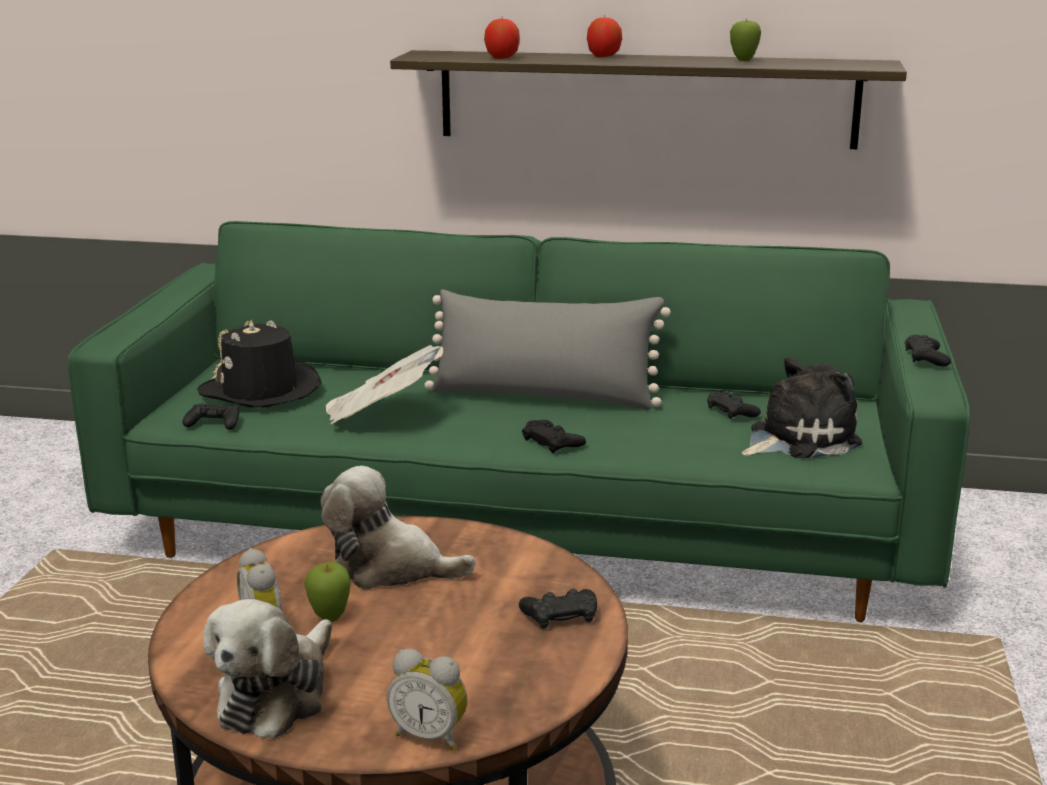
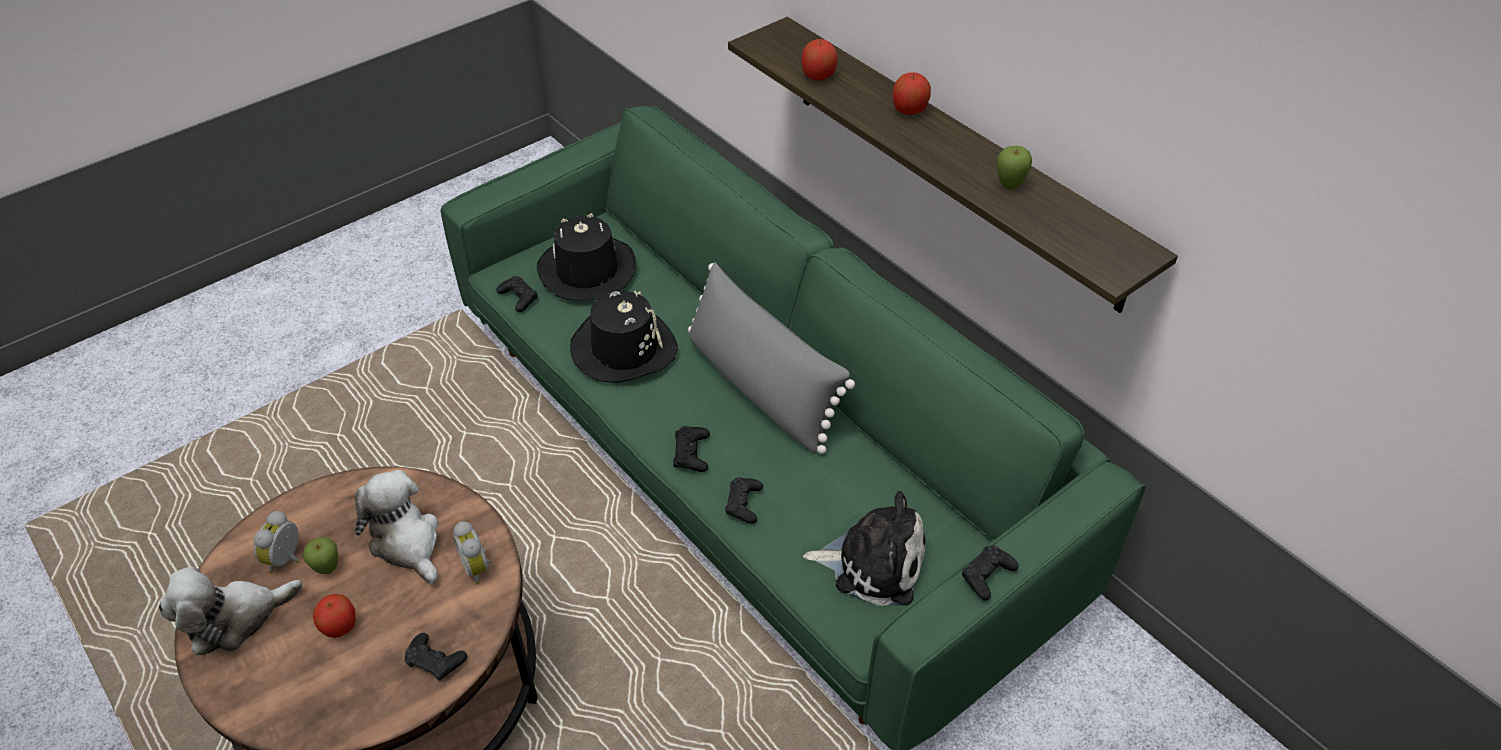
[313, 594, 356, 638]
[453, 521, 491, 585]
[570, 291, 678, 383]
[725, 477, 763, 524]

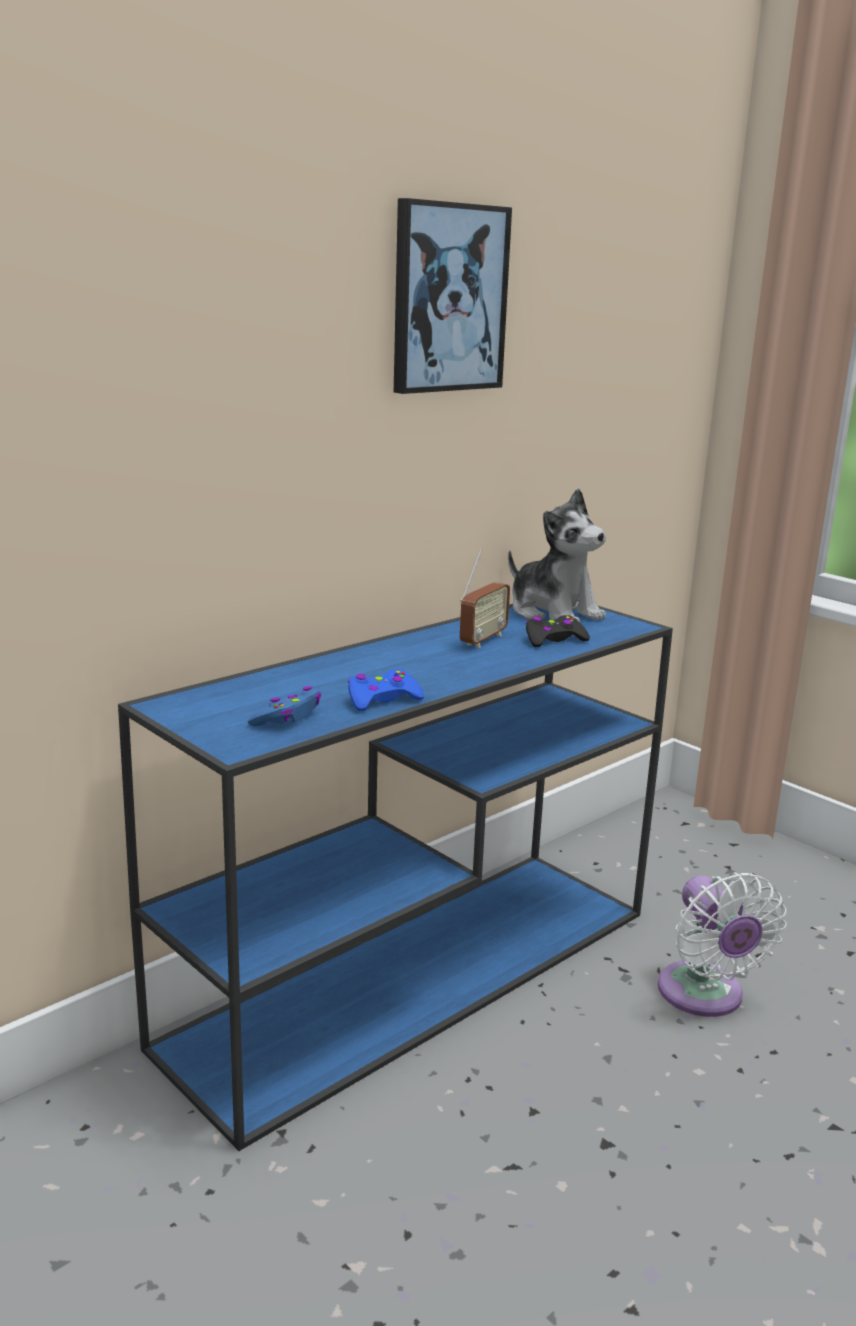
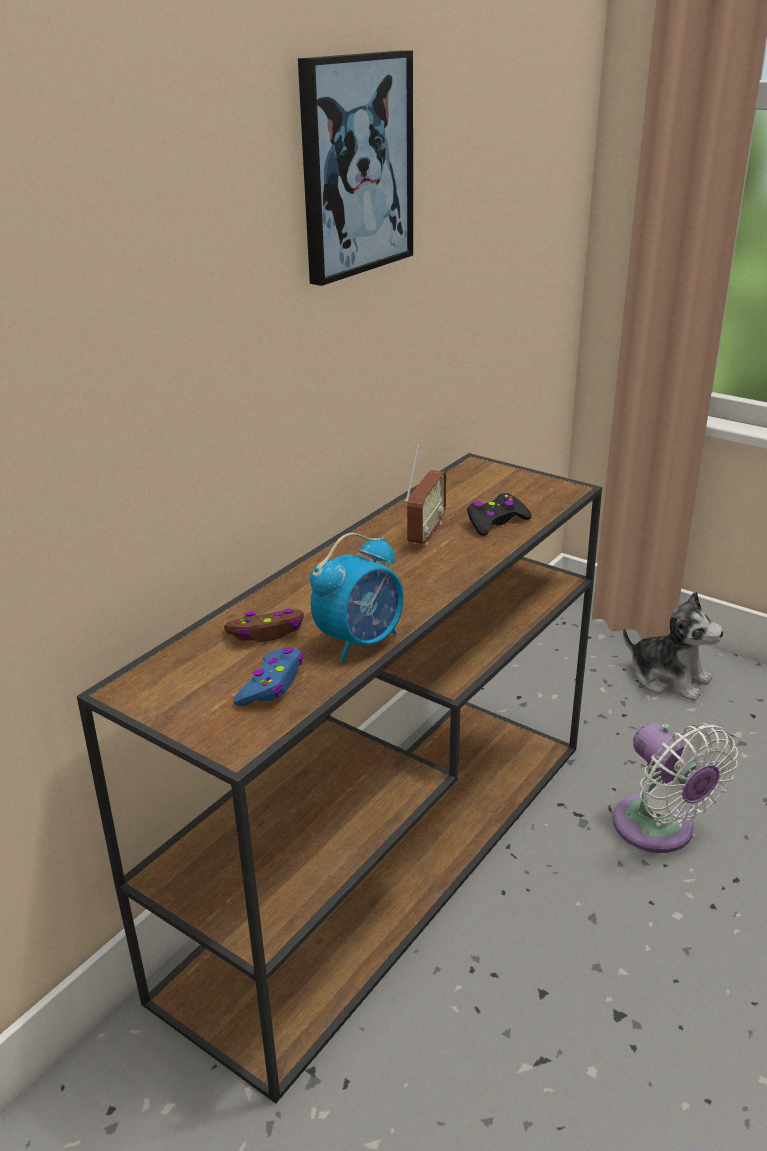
[77, 453, 602, 1104]
[224, 609, 304, 642]
[310, 533, 404, 662]
[623, 591, 724, 701]

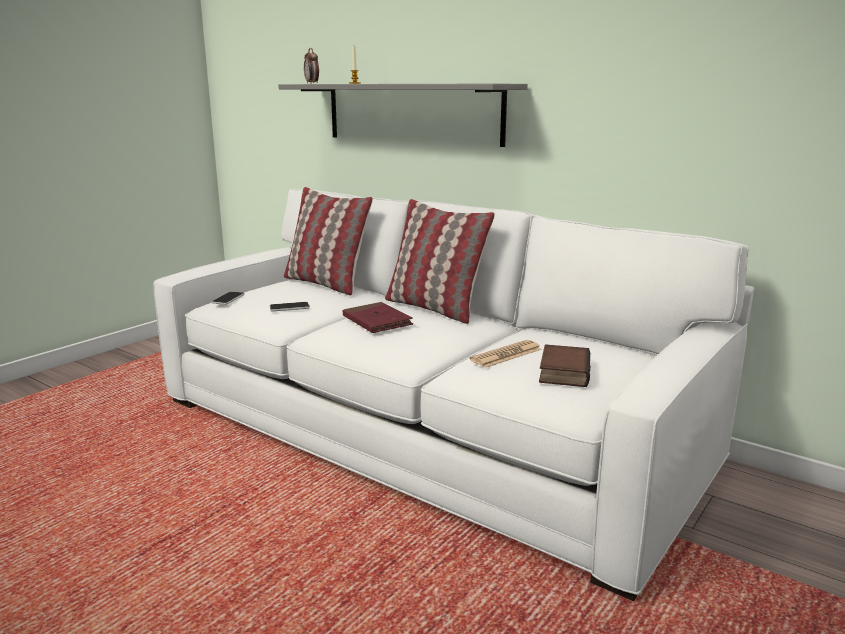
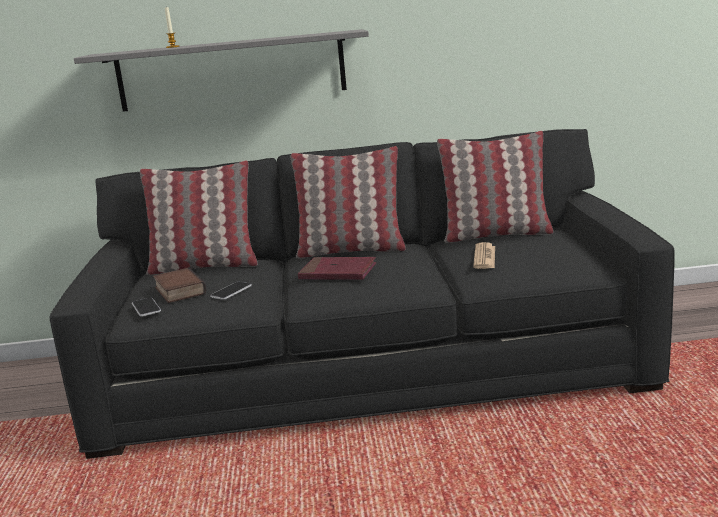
[50, 129, 675, 459]
[153, 268, 207, 303]
[437, 131, 553, 243]
[304, 48, 319, 83] (first image)

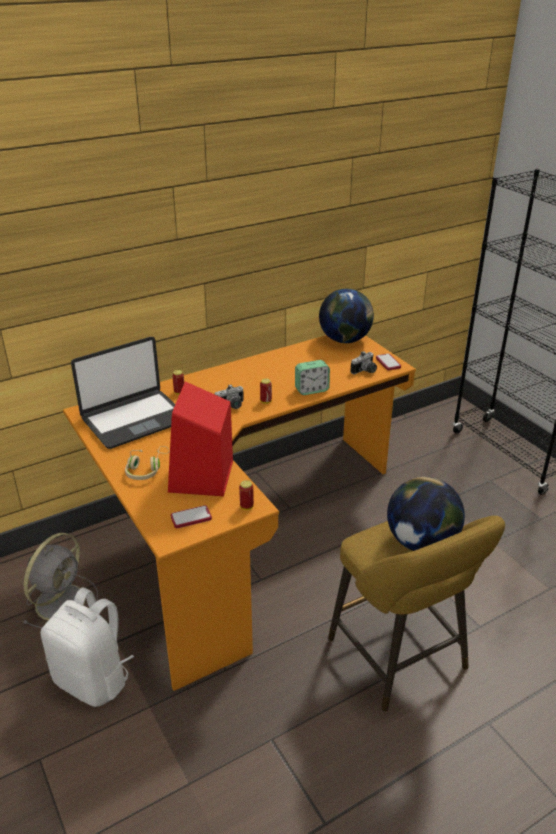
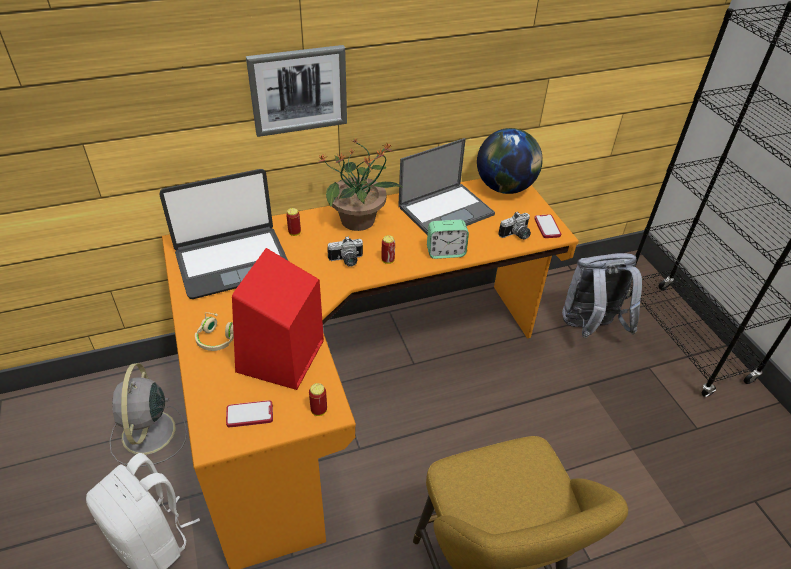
[110, 363, 187, 467]
[246, 45, 347, 137]
[317, 137, 403, 231]
[398, 138, 495, 235]
[562, 253, 642, 339]
[387, 477, 465, 551] (first image)

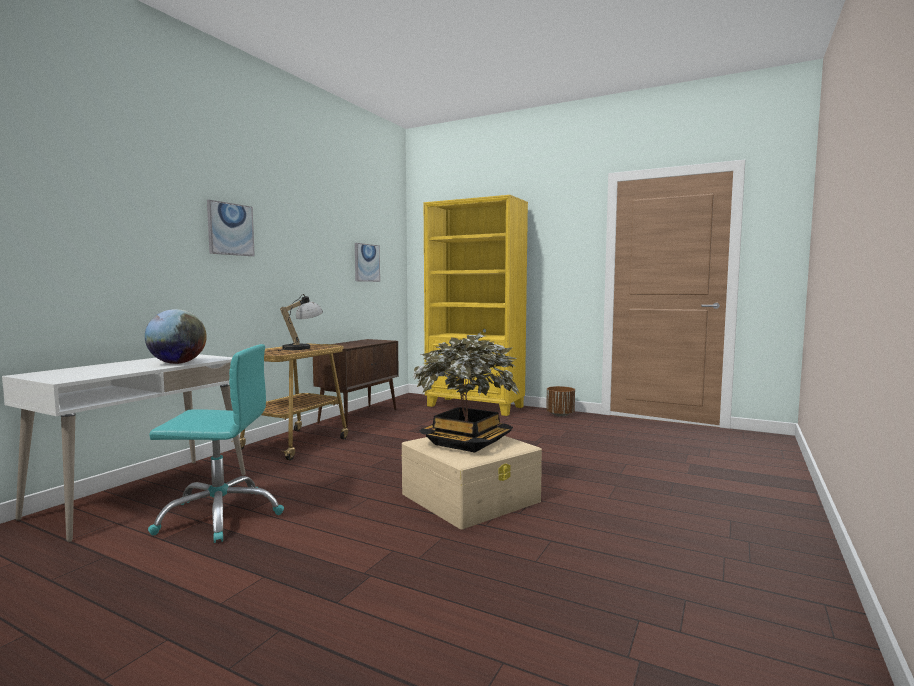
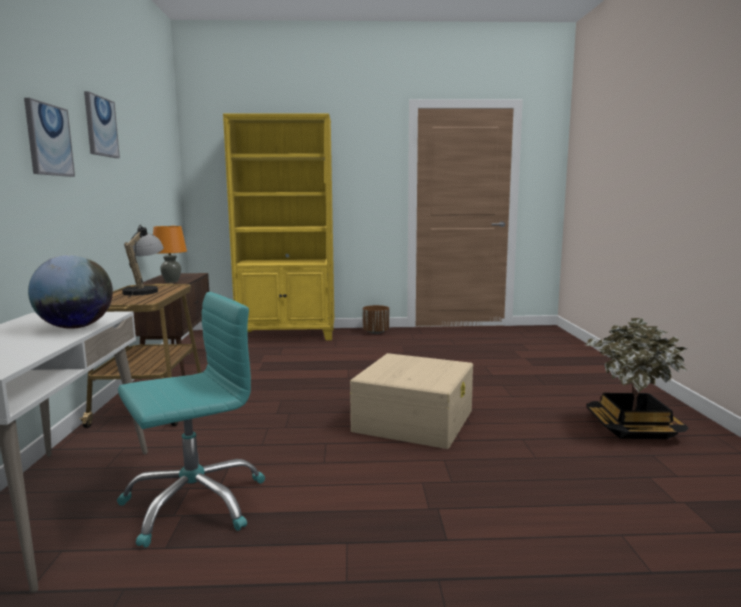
[84, 91, 120, 158]
[153, 226, 187, 283]
[585, 318, 689, 439]

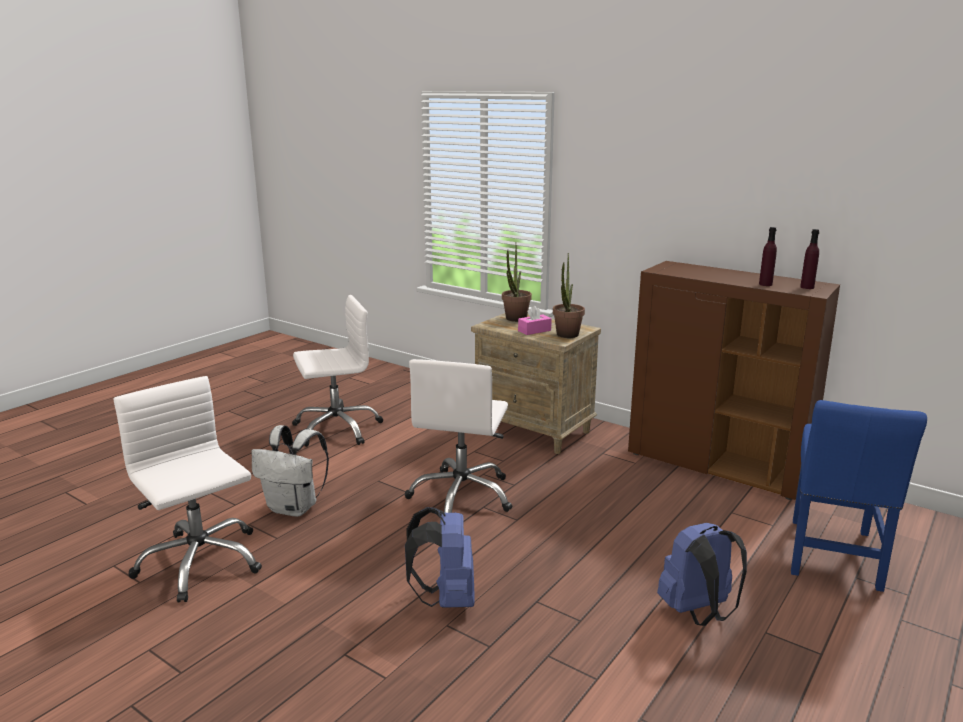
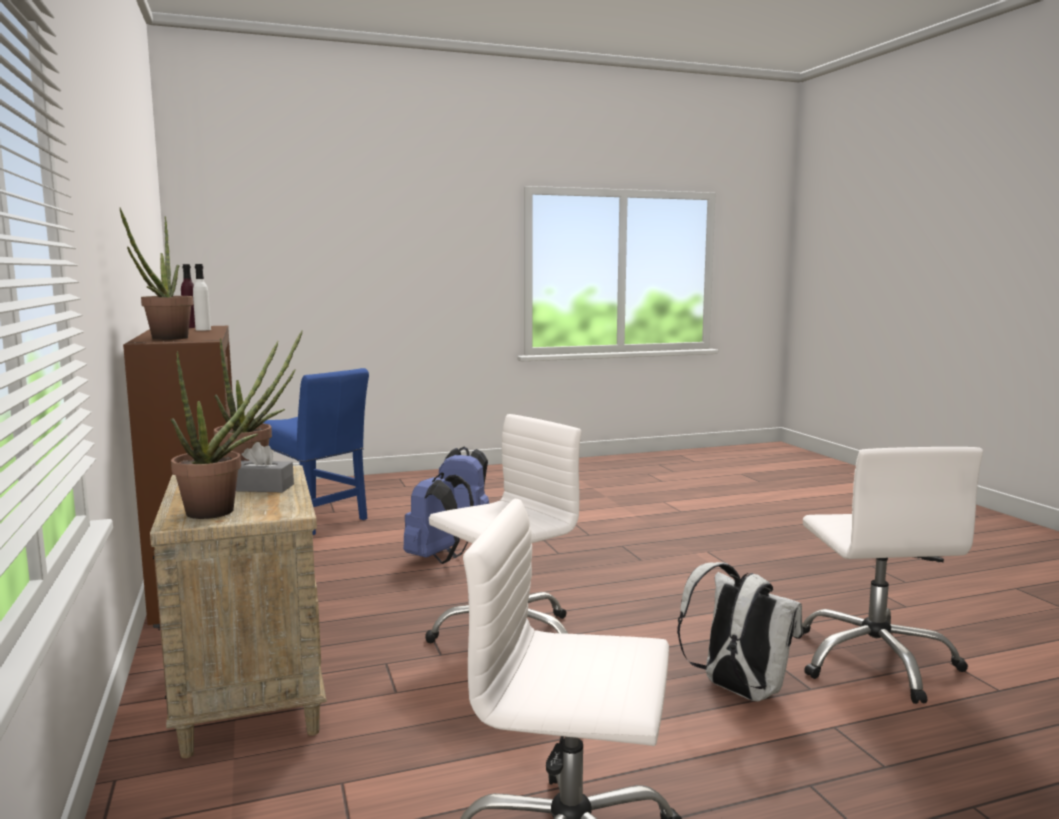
[120, 207, 193, 340]
[193, 264, 211, 331]
[236, 442, 294, 492]
[264, 368, 369, 535]
[403, 472, 474, 564]

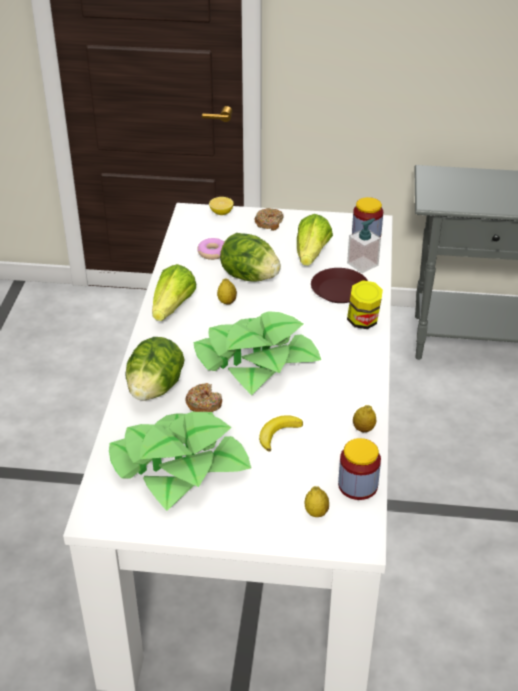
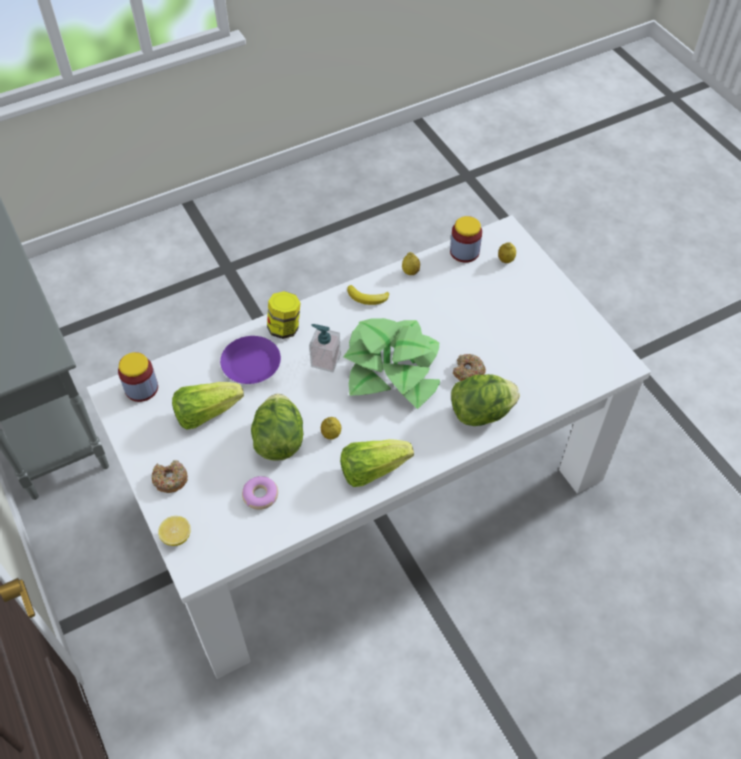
[220, 336, 281, 384]
[309, 324, 341, 372]
[347, 285, 389, 305]
[109, 411, 251, 511] (first image)

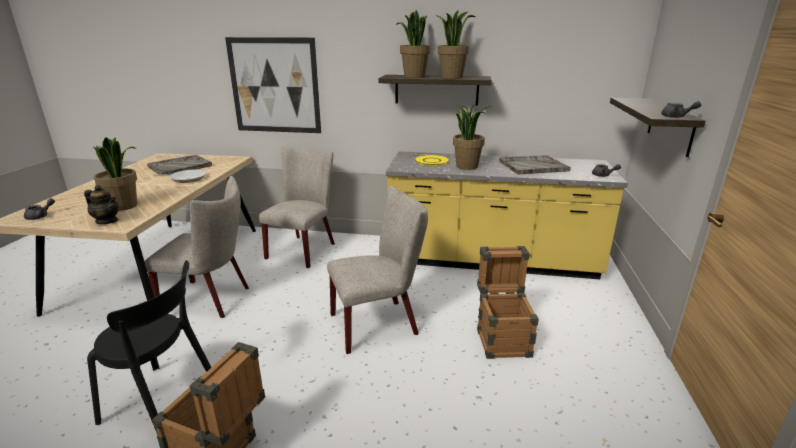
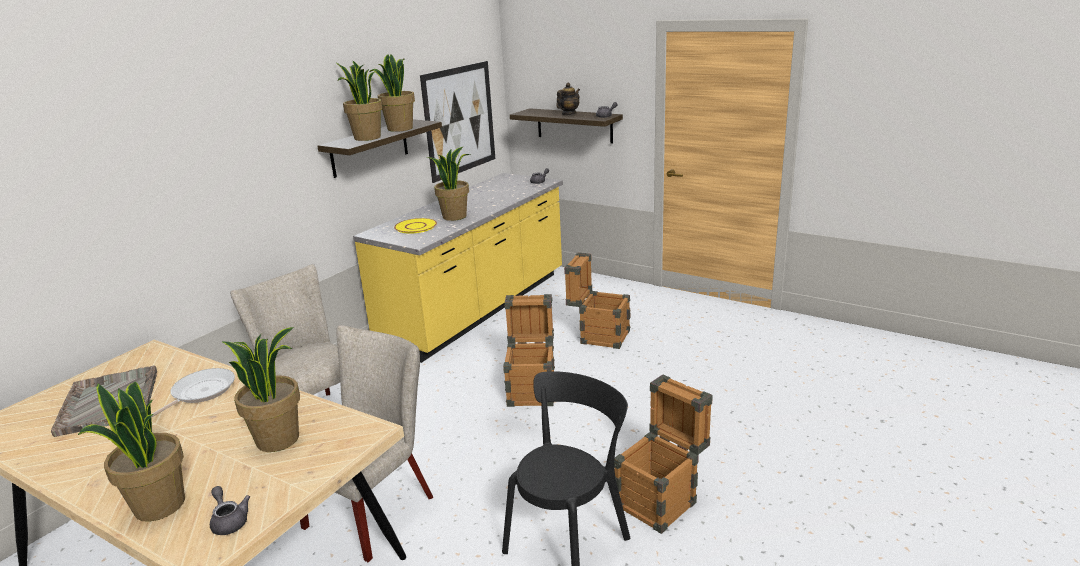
[78, 382, 185, 522]
[420, 61, 495, 183]
[503, 294, 555, 407]
[556, 83, 580, 115]
[499, 155, 571, 175] (first image)

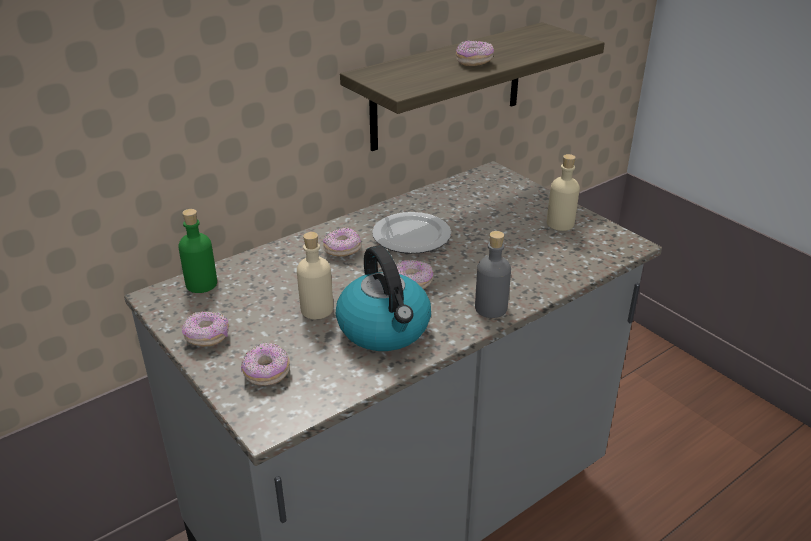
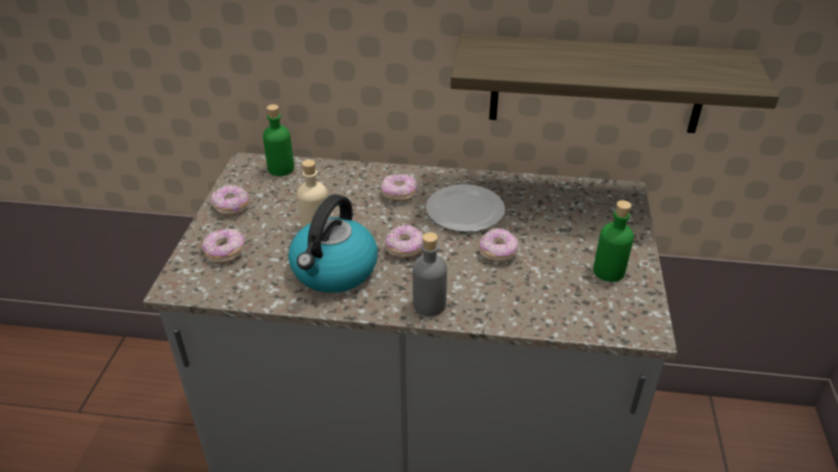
[479, 228, 519, 262]
[593, 200, 634, 282]

